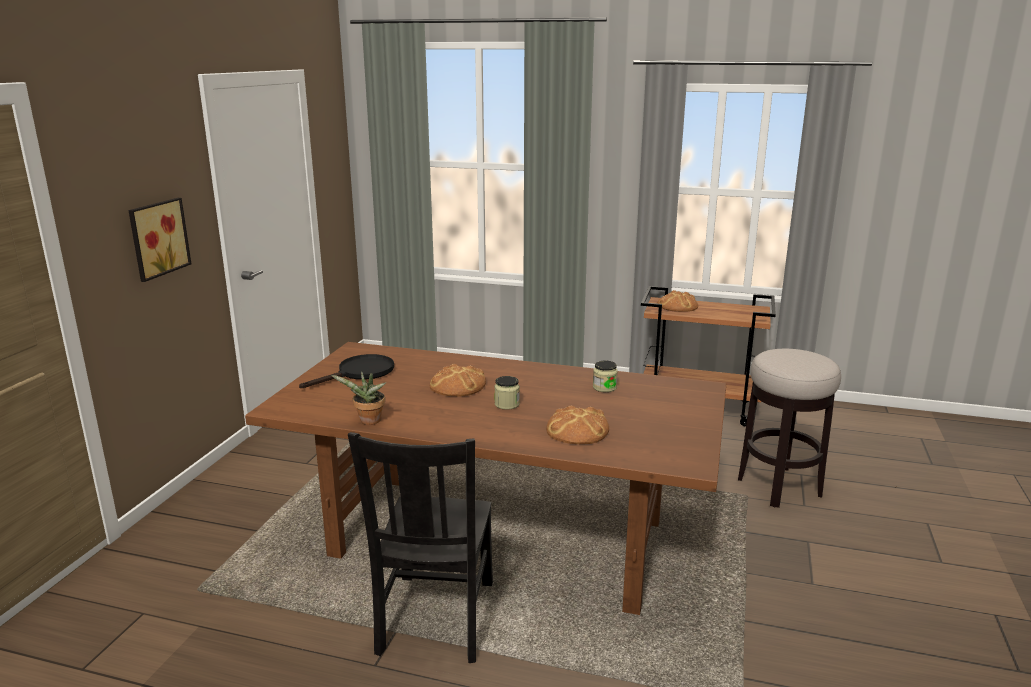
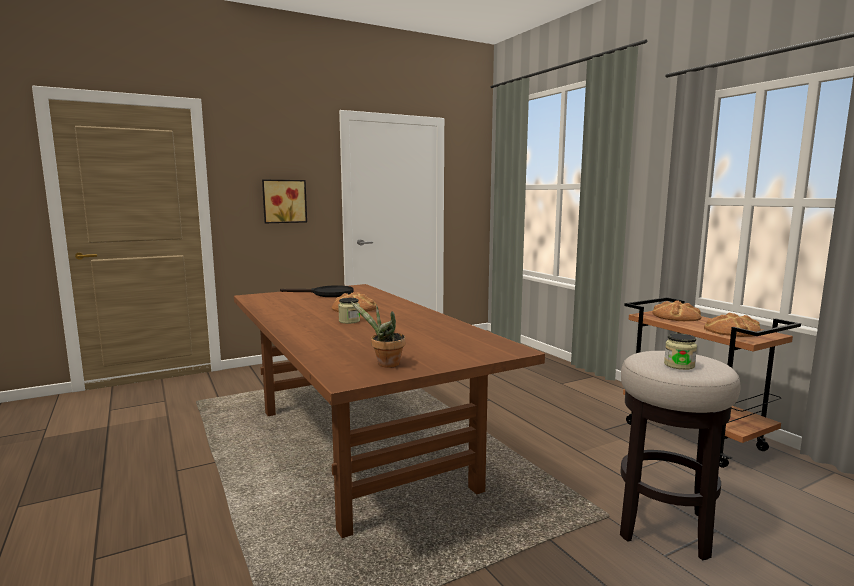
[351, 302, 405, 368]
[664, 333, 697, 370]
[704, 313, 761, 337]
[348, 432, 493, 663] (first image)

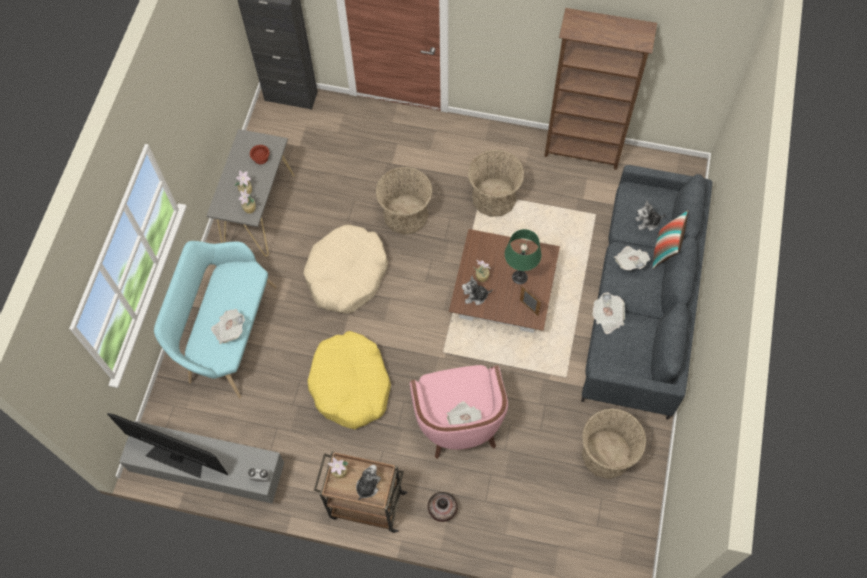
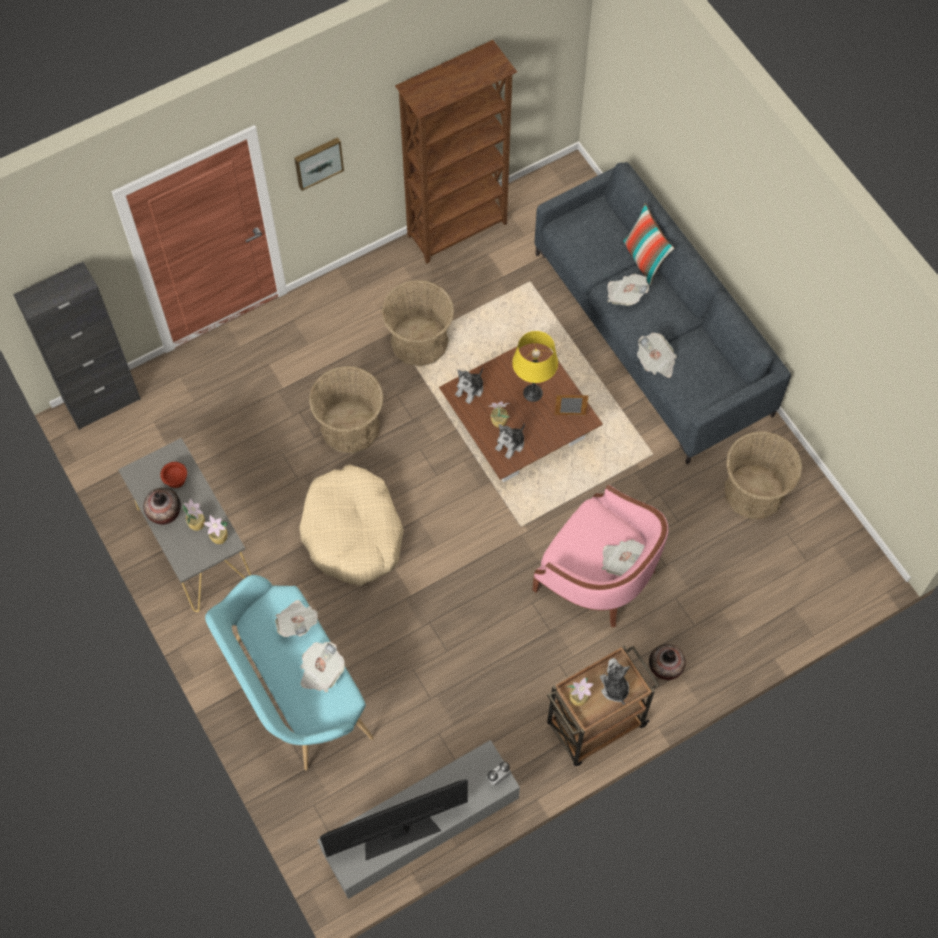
[143, 488, 181, 525]
[275, 600, 318, 637]
[294, 137, 344, 191]
[455, 368, 483, 404]
[512, 331, 558, 402]
[307, 331, 391, 429] (first image)

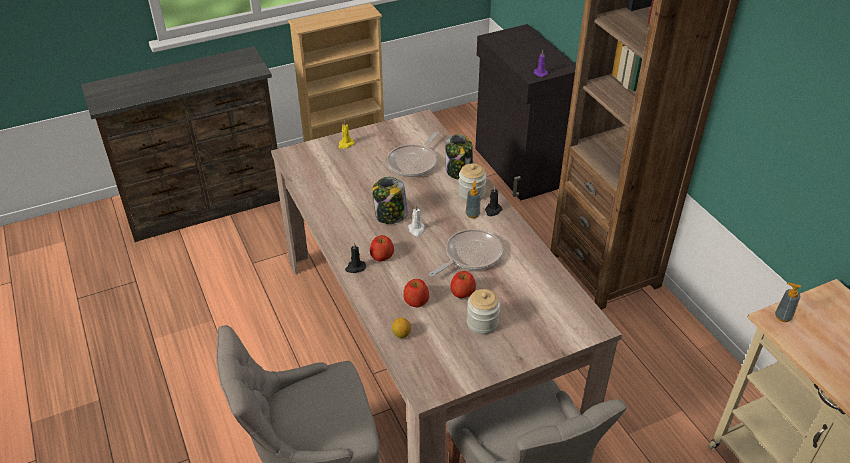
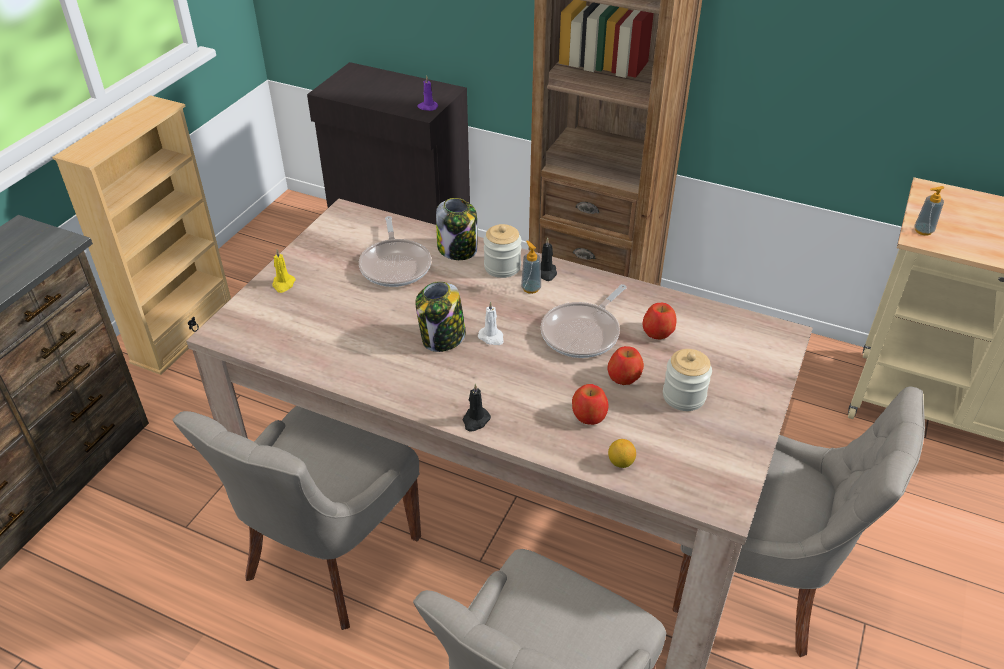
[172, 406, 421, 630]
[541, 284, 627, 358]
[642, 302, 677, 340]

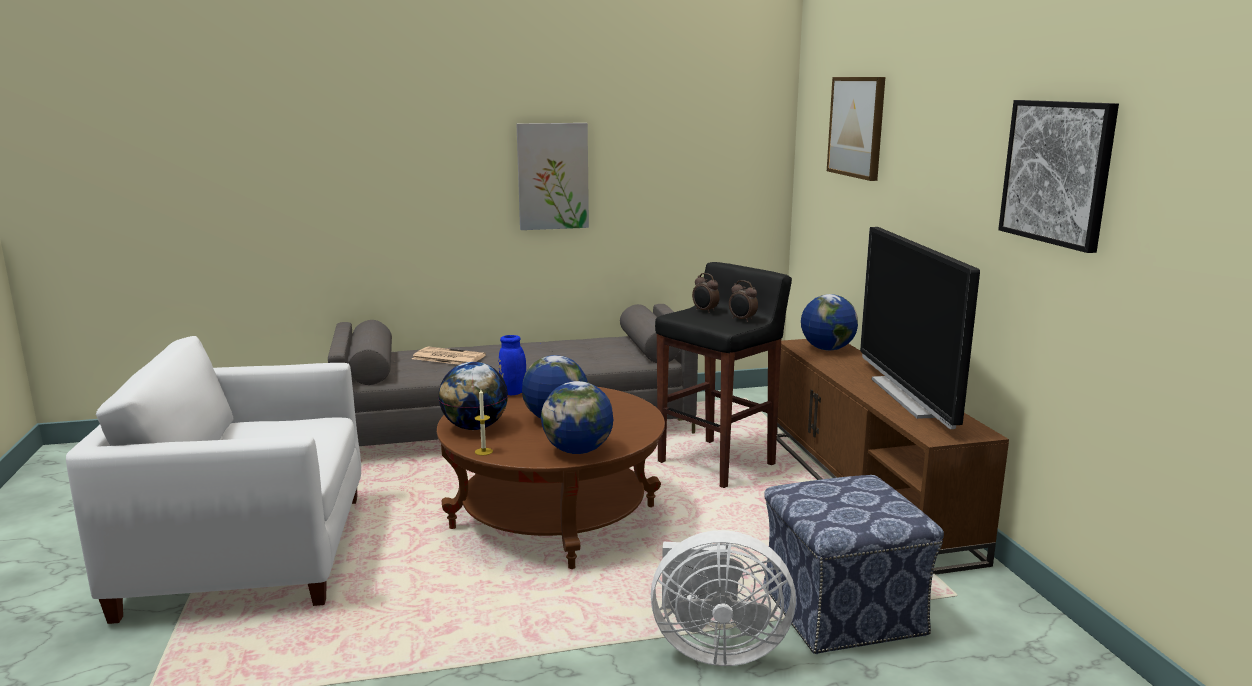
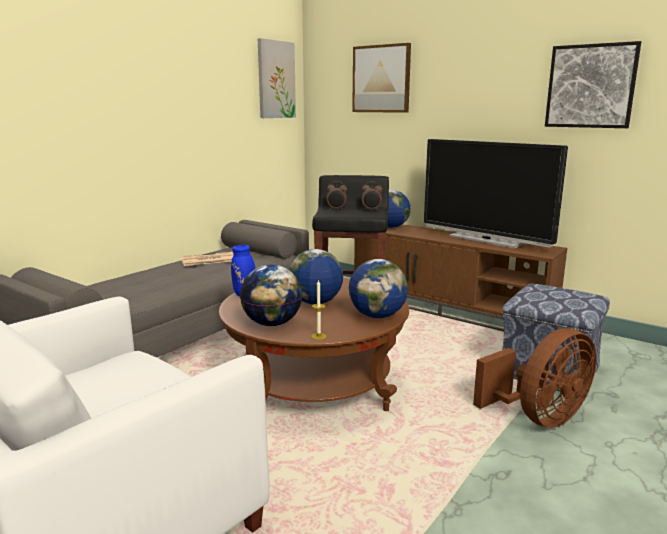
[181, 252, 233, 266]
[258, 38, 296, 118]
[473, 328, 596, 428]

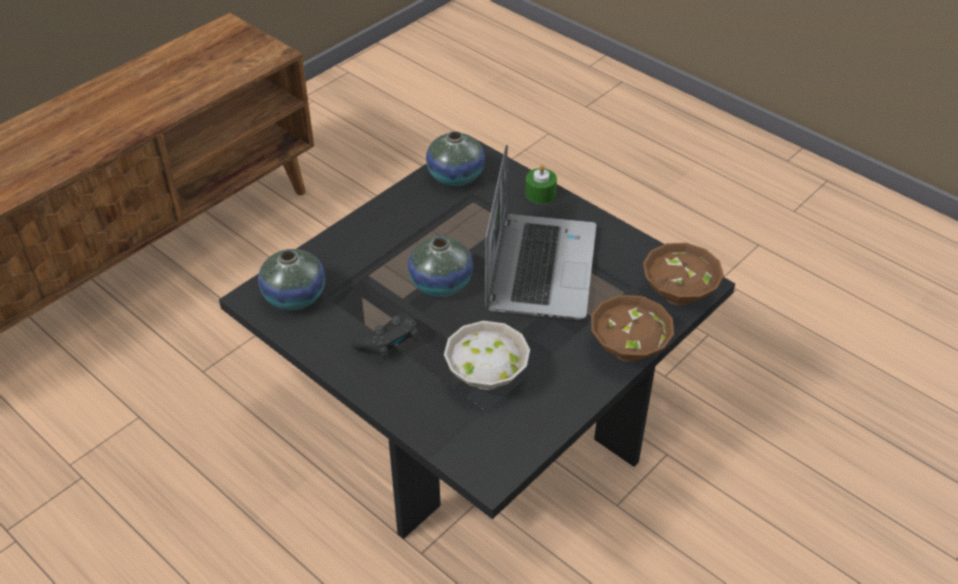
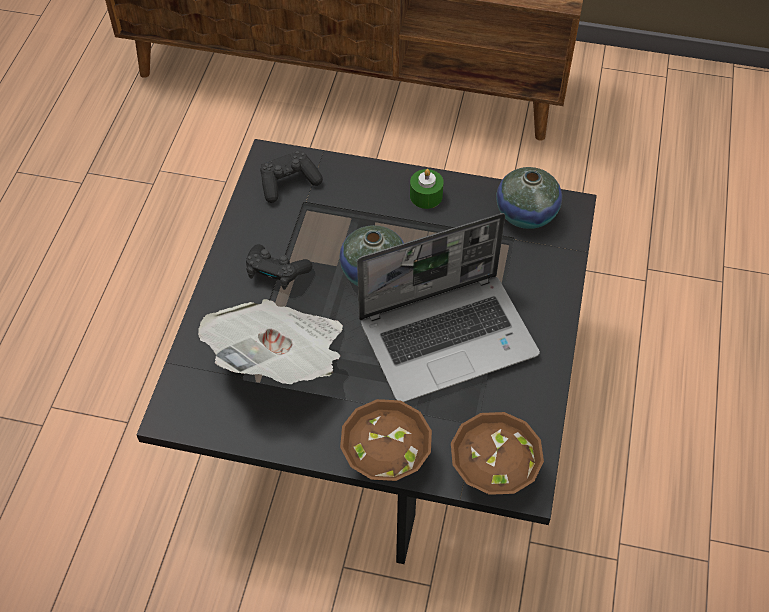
[198, 299, 343, 384]
[260, 151, 323, 203]
[410, 169, 444, 209]

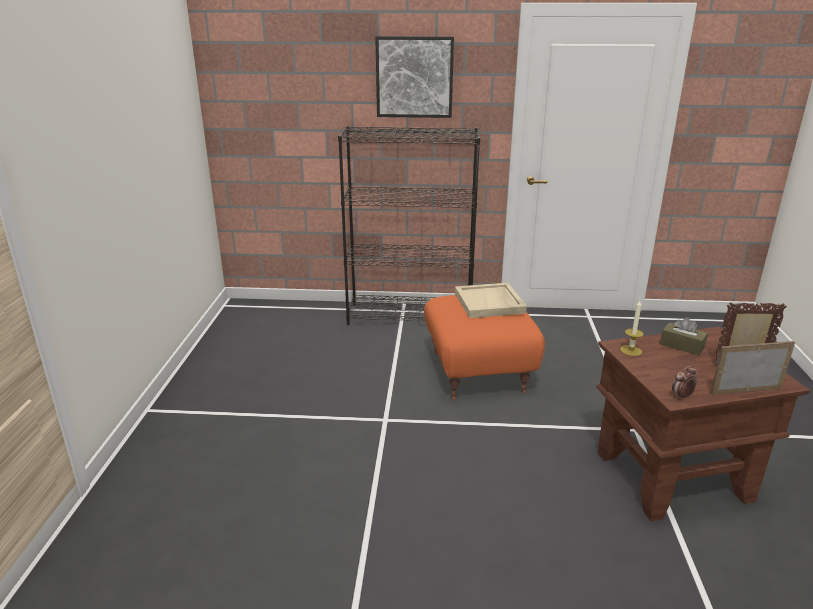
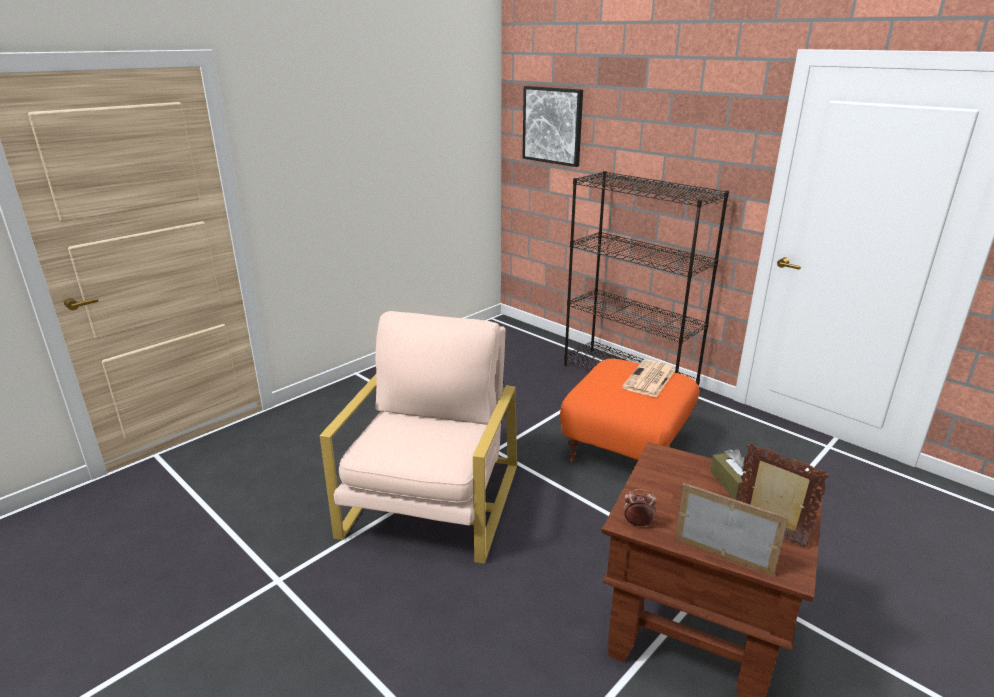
[320, 311, 517, 564]
[522, 86, 583, 167]
[622, 359, 675, 397]
[620, 301, 644, 356] (first image)

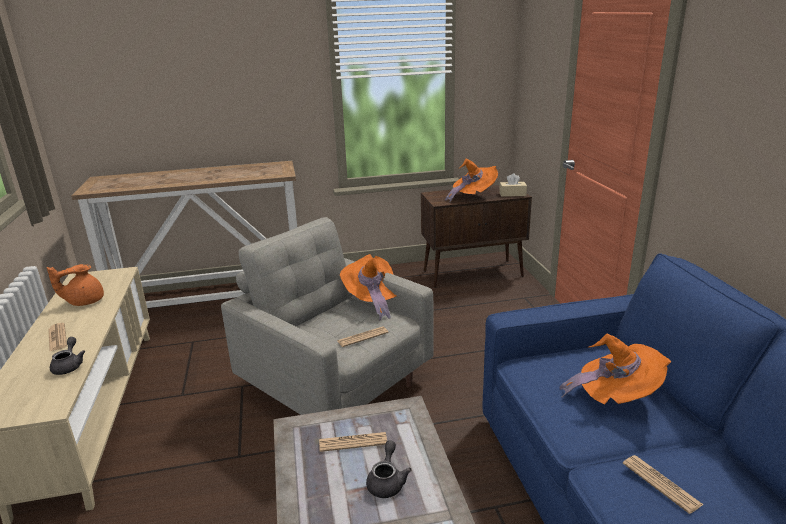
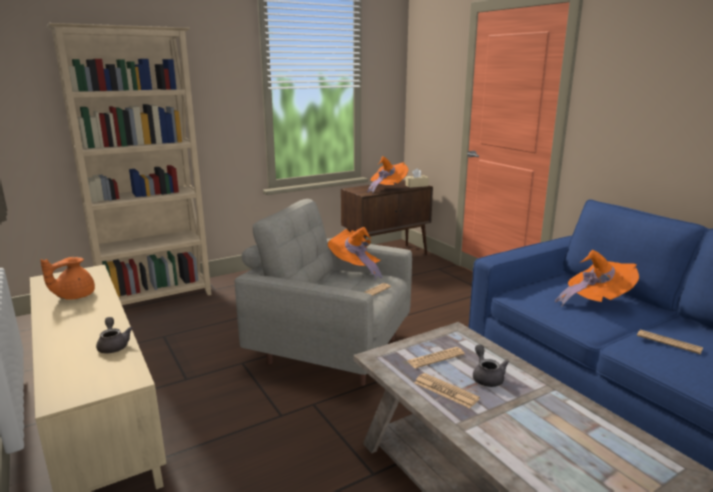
[46, 23, 211, 305]
[415, 373, 480, 408]

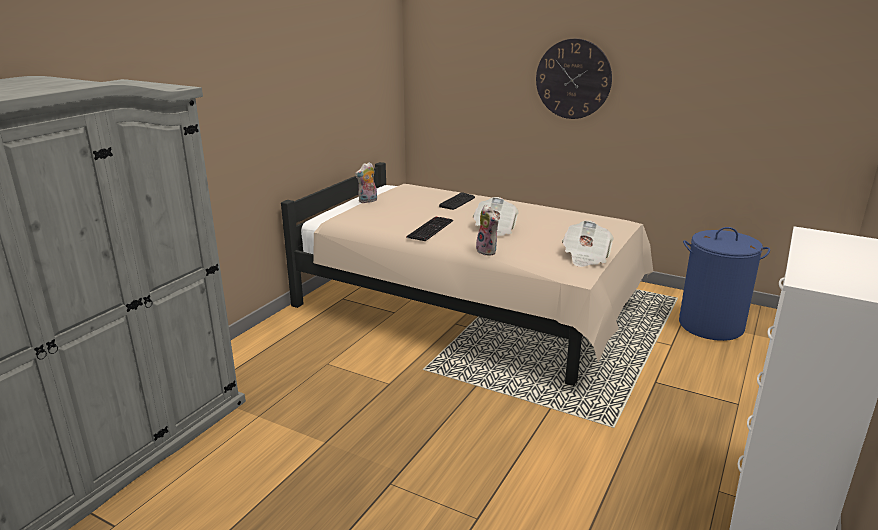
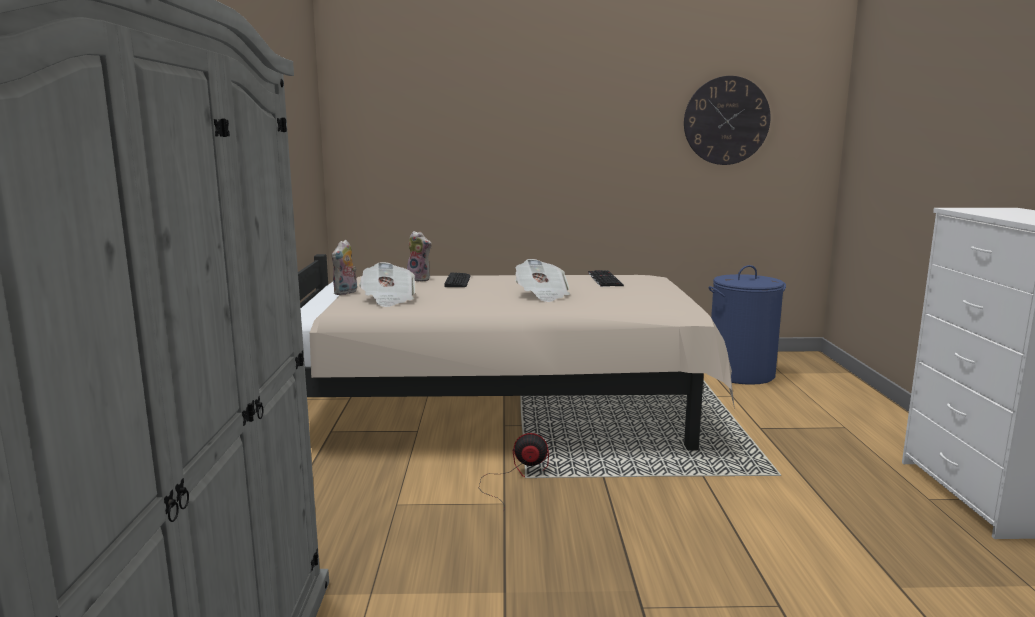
[359, 262, 415, 307]
[407, 231, 432, 282]
[479, 433, 549, 509]
[588, 270, 624, 287]
[684, 76, 771, 165]

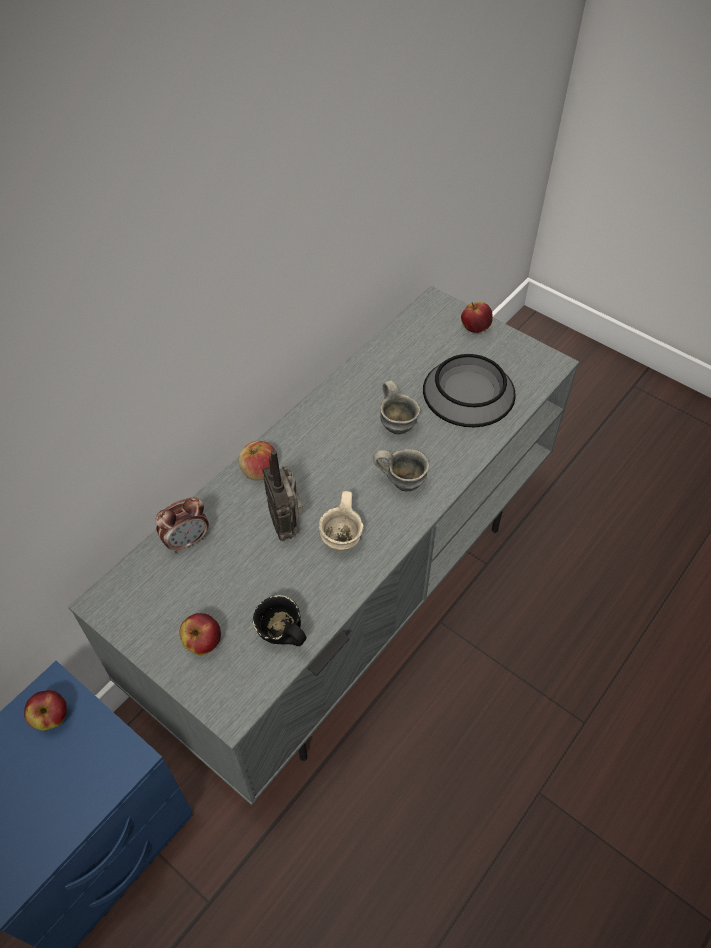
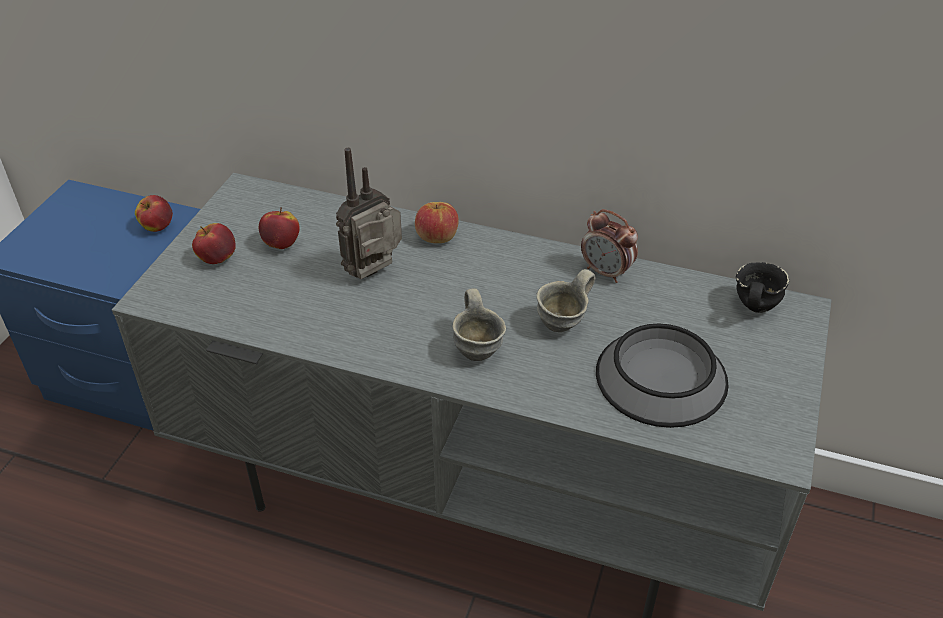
[259, 207, 300, 249]
[581, 209, 638, 283]
[736, 262, 789, 313]
[319, 491, 364, 551] (first image)

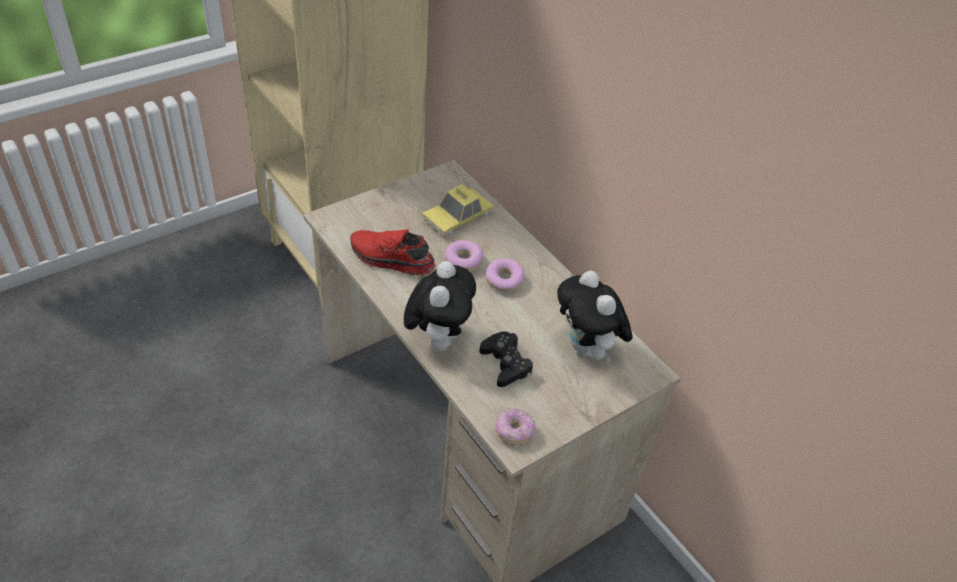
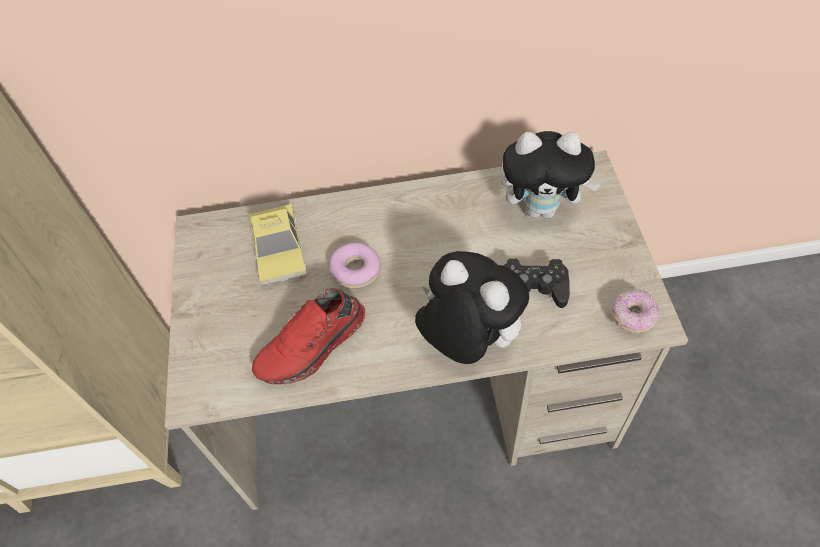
[485, 258, 525, 292] (first image)

